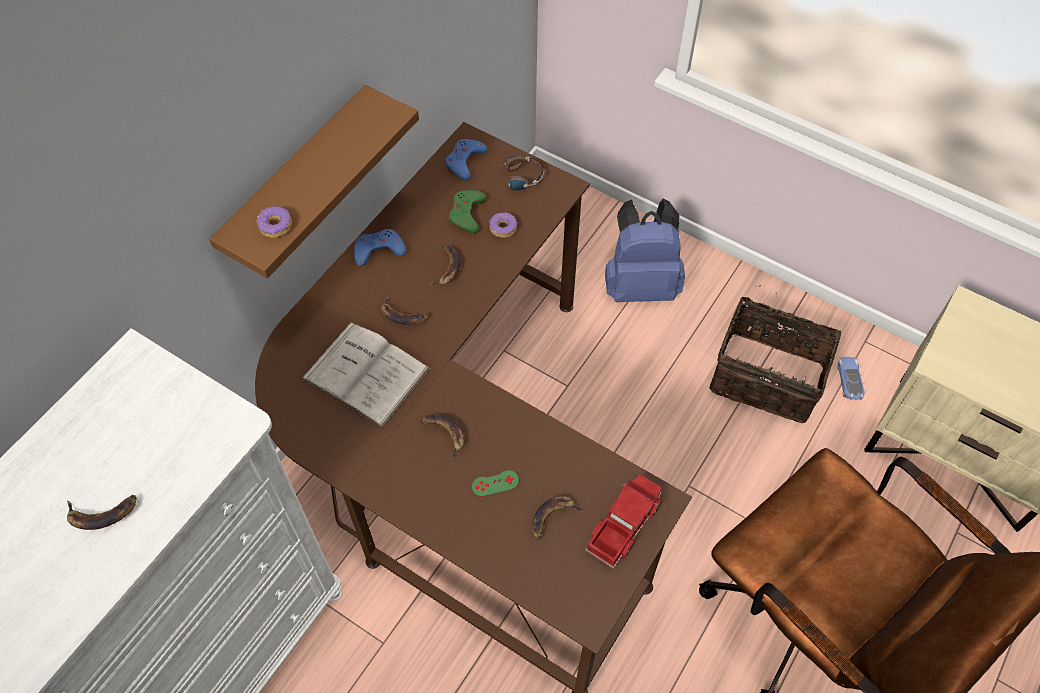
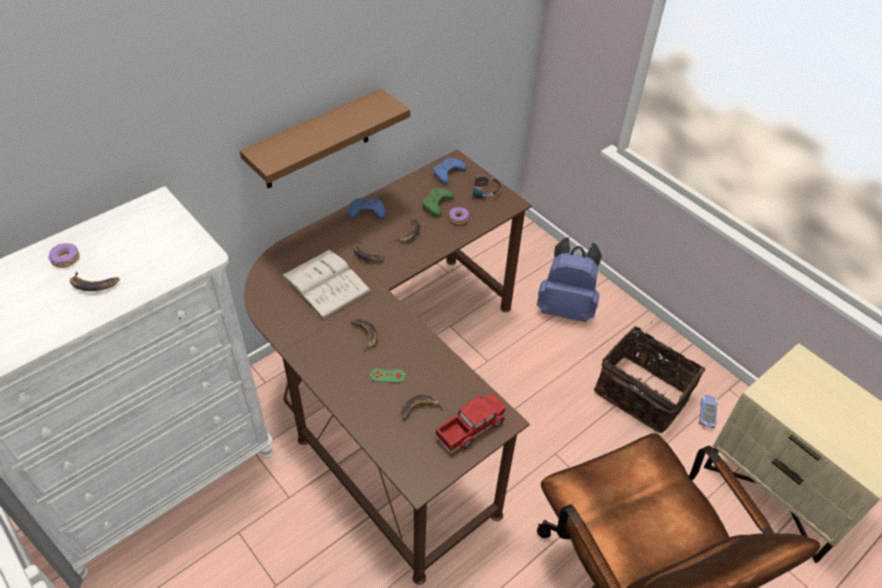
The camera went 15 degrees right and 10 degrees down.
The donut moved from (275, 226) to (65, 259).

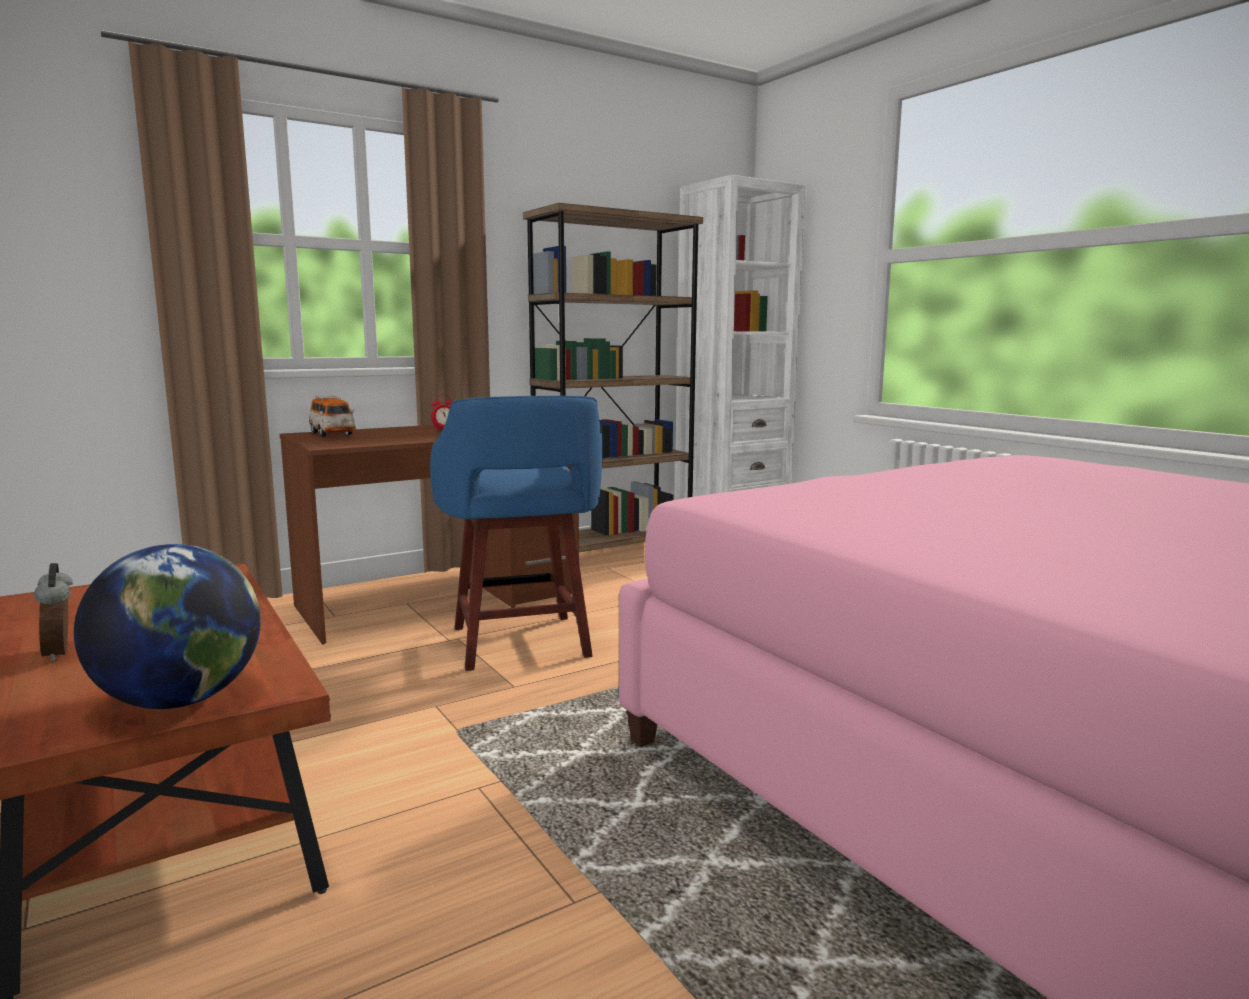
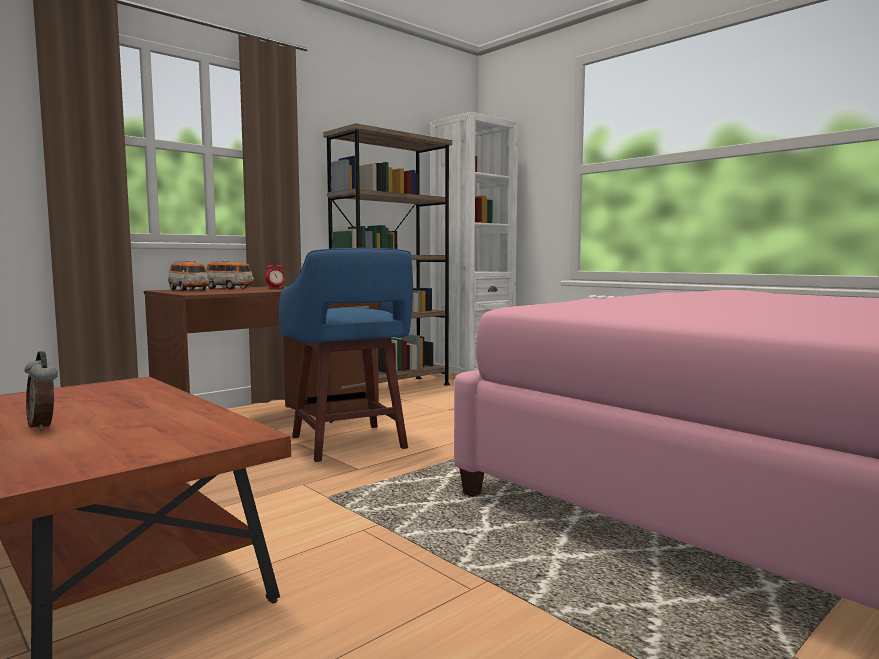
The camera went 10 degrees left and 5 degrees down.
The globe at (180, 700) disappeared.
The toy_car at (229, 288) appeared.

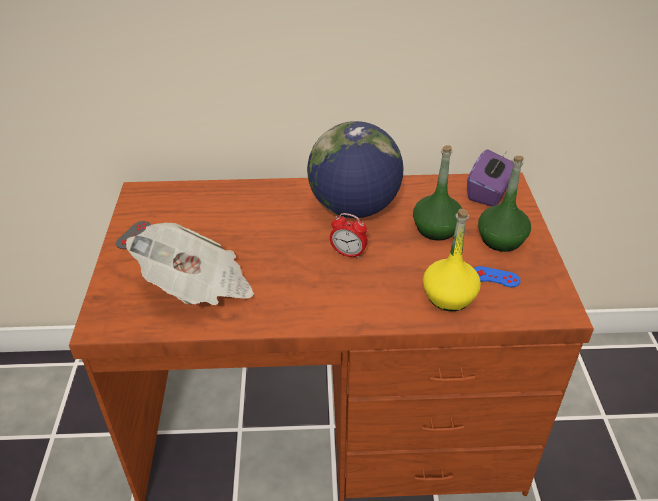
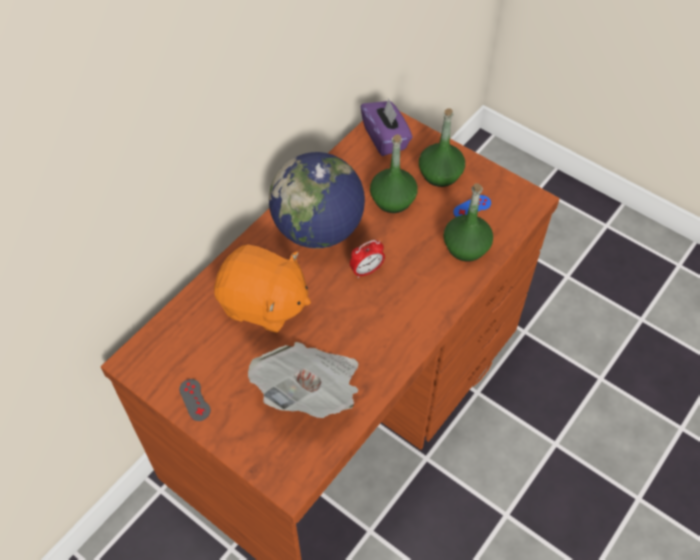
The camera went 50 degrees left and 15 degrees up.
The orange_plush_toy at (263, 304) appeared.
The yellow_bottle at (449, 297) became the green_bottle at (466, 247).

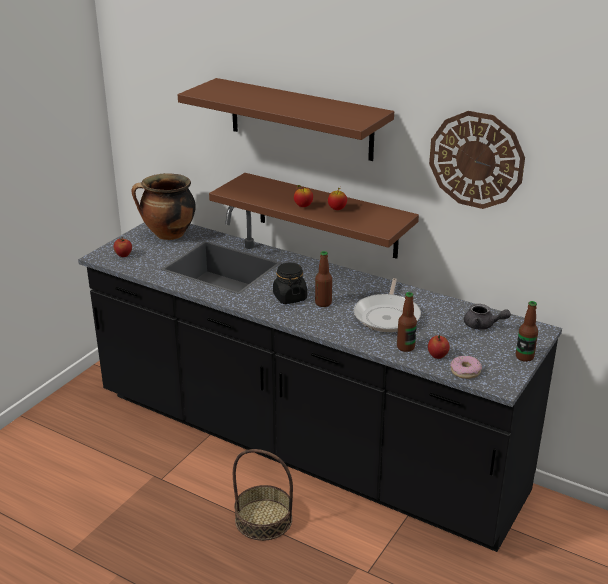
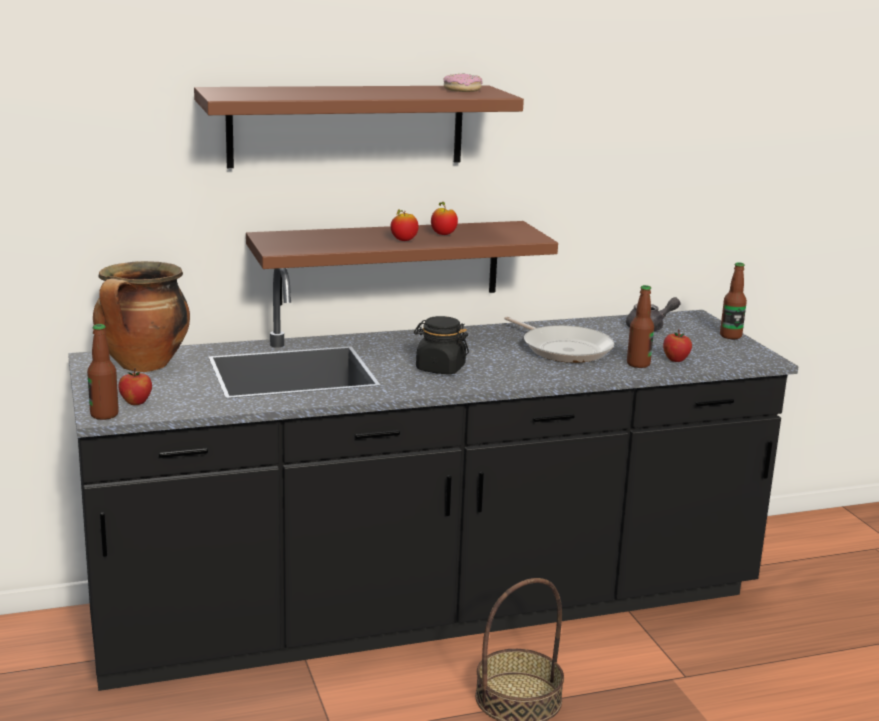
The camera went 50 degrees left and 10 degrees down.
The wall_clock at (476, 160) disappeared.
The bottle moved from (323, 303) to (104, 415).
The donut moved from (465, 371) to (462, 90).

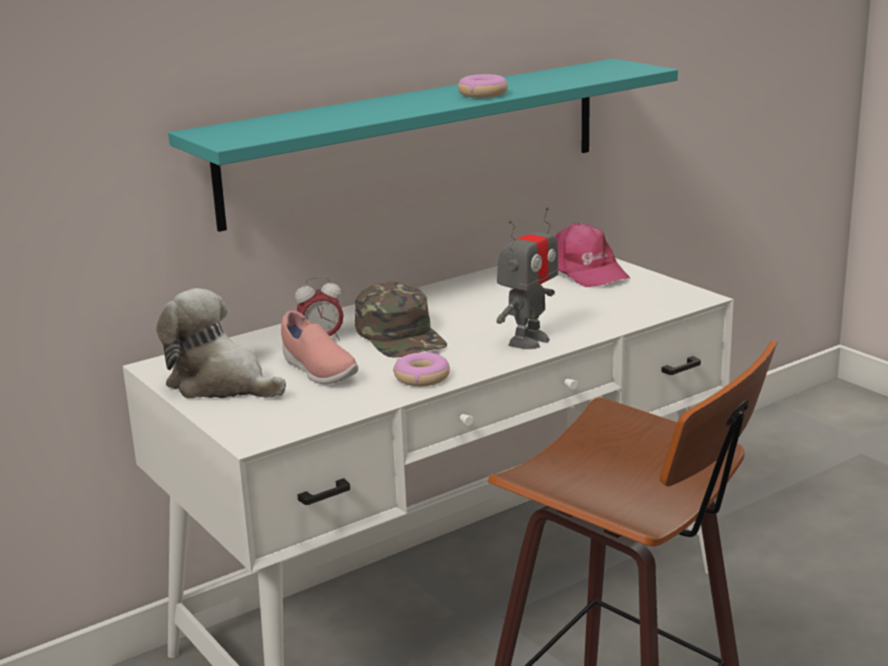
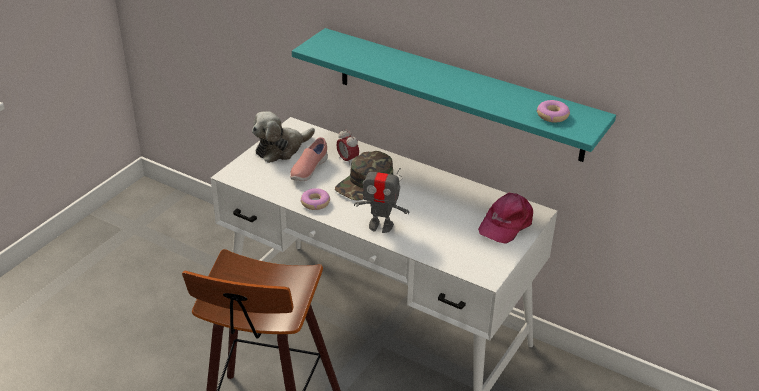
The camera went 65 degrees right and 15 degrees up.
The donut moved from (482, 94) to (552, 115).
The plush_toy at (221, 384) turned 135 degrees counterclockwise.

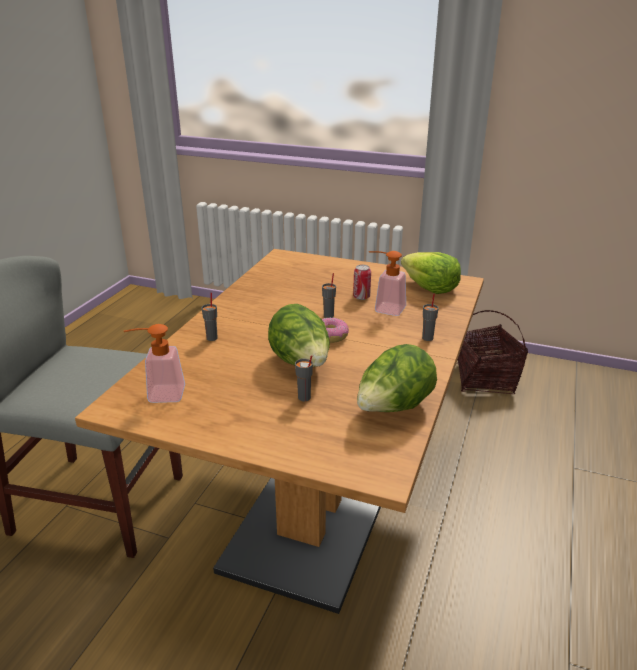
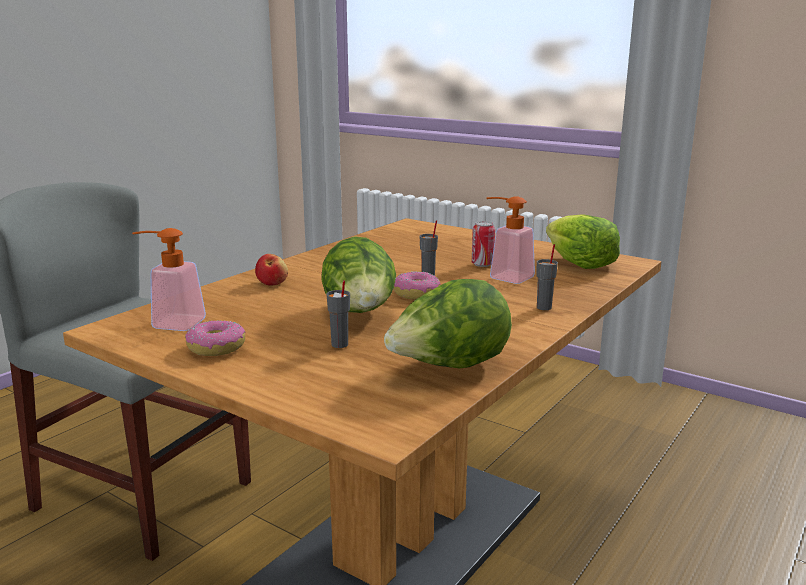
The camera went 15 degrees right and 10 degrees down.
The basket at (484, 379) disappeared.
The donut at (217, 348) appeared.
The grey_cup at (212, 338) was replaced by the apple at (272, 283).

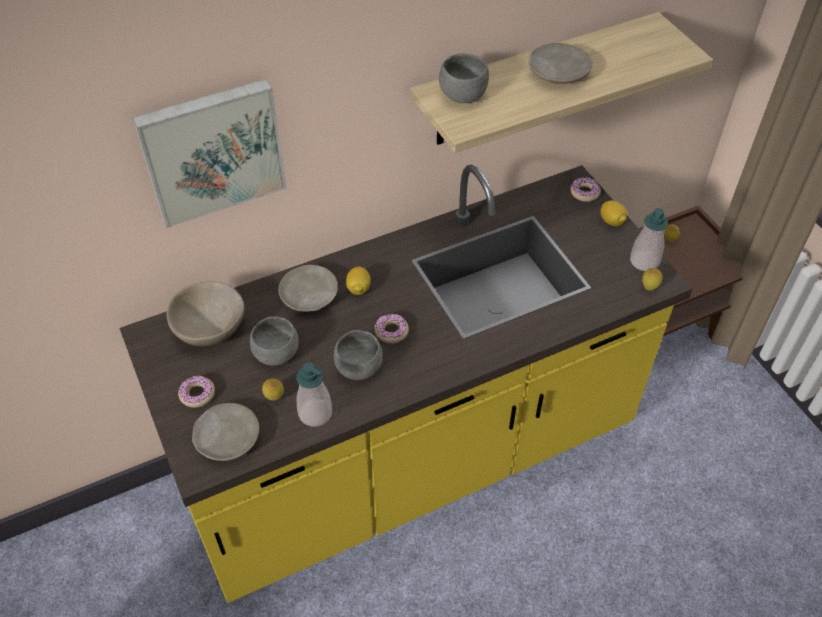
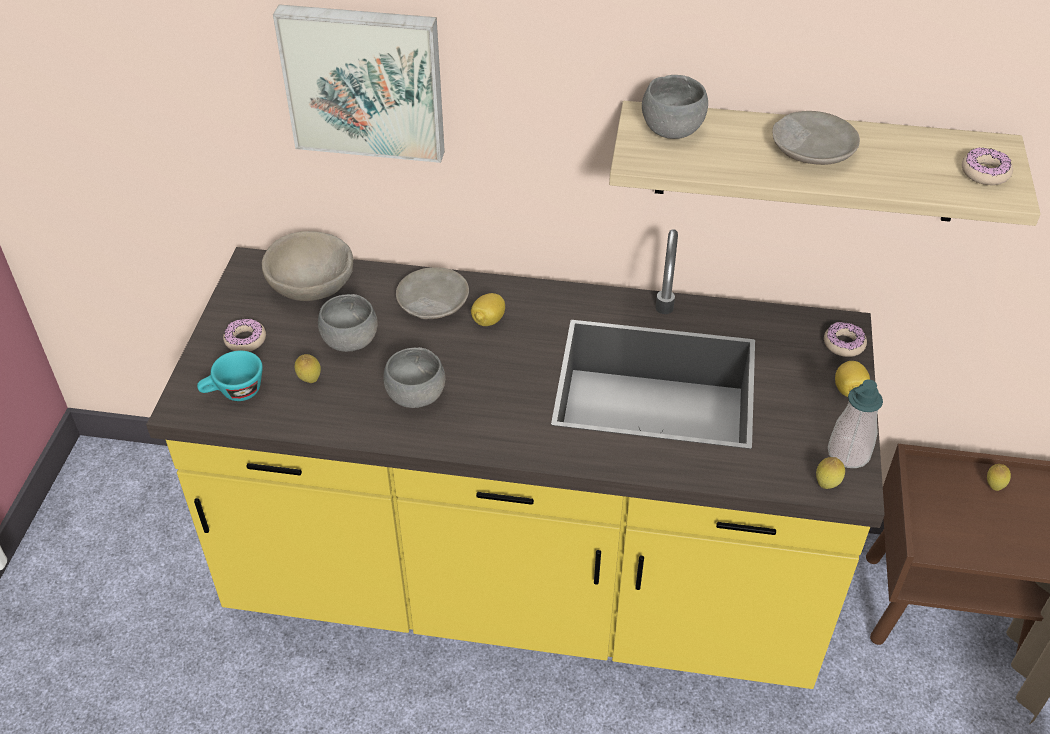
The camera went 35 degrees right and 5 degrees down.
The soap_dispenser at (315, 413) disappeared.
The donut moved from (391, 332) to (985, 173).
The beige_plate at (227, 437) was replaced by the turquoise_cup at (234, 393).

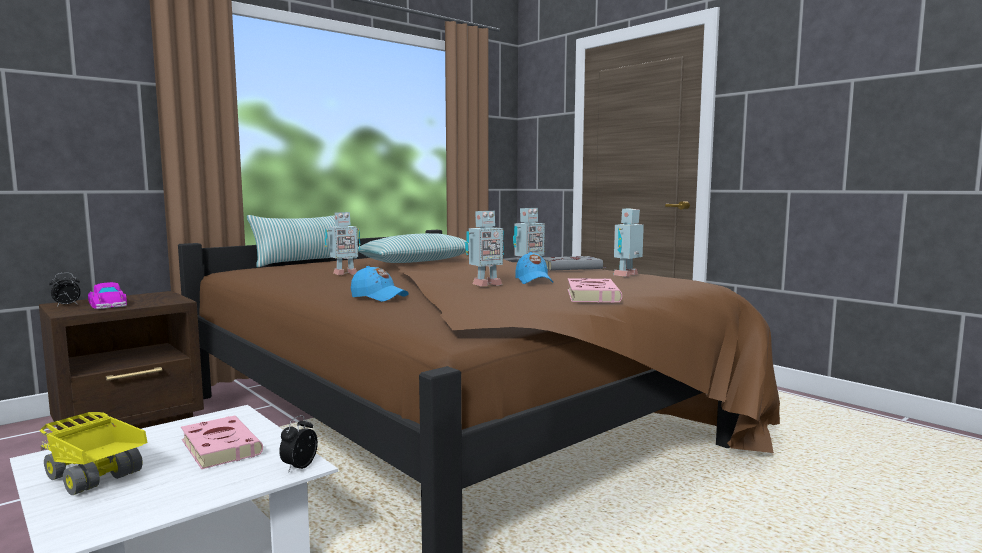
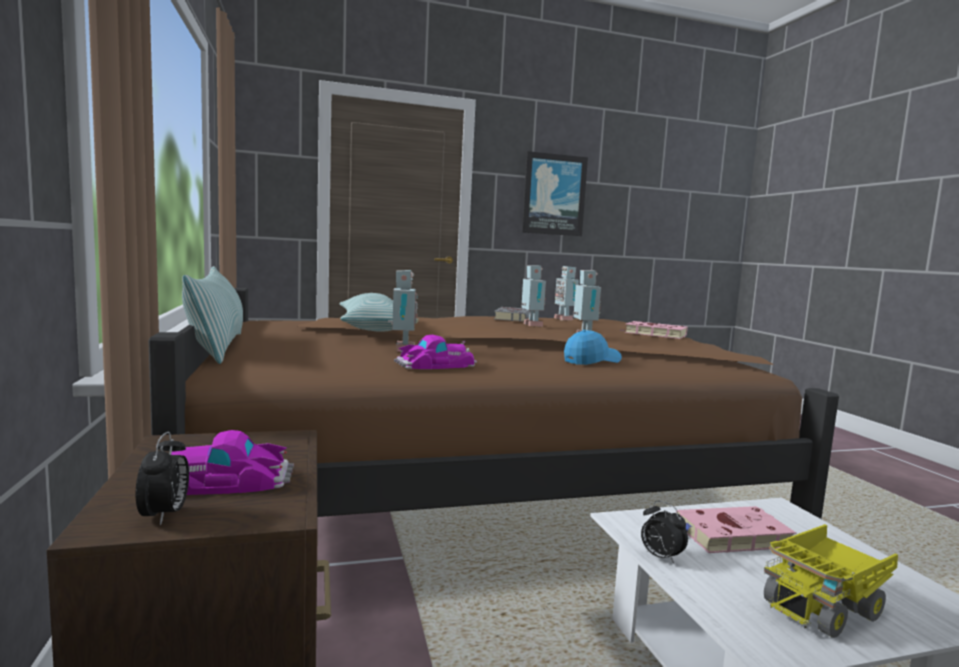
The camera went 65 degrees left and 0 degrees up.
The blue_cap at (533, 281) disappeared.
The toy_car at (435, 364) appeared.
The picture at (554, 195) appeared.
The alarm_clock moved from (299, 467) to (660, 557).

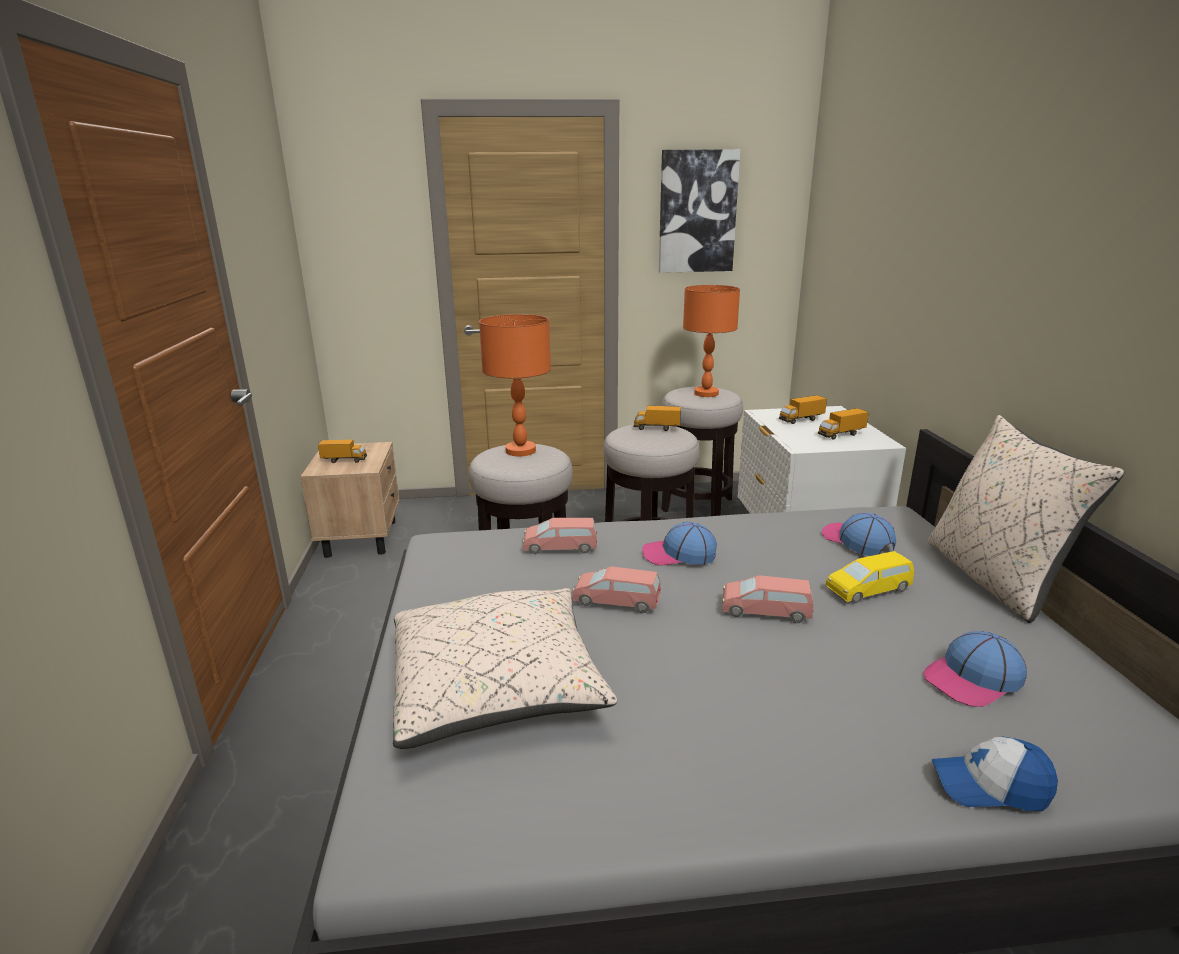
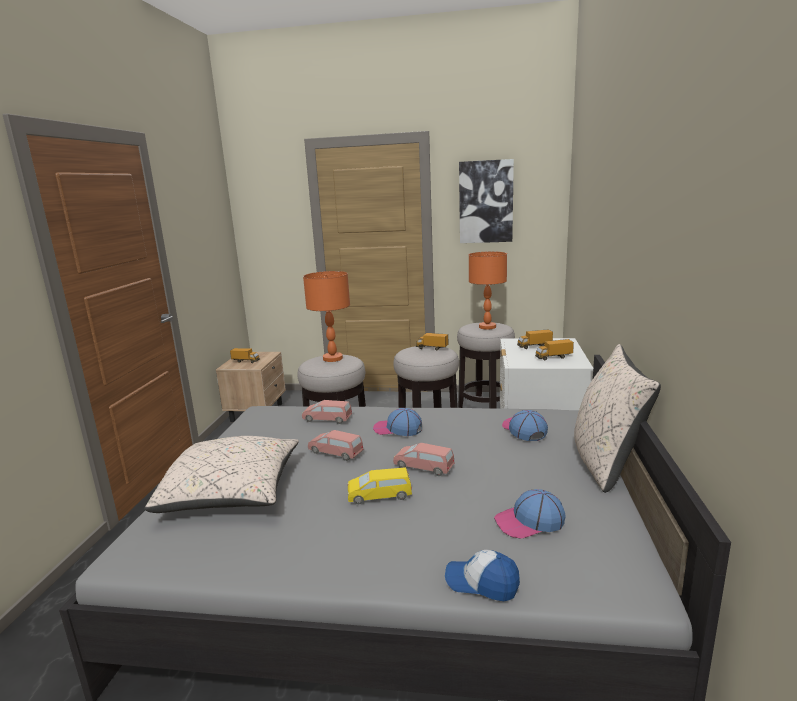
The camera went 15 degrees right and 5 degrees down.
The yellow_toy_car moved from (868, 590) to (379, 495).

